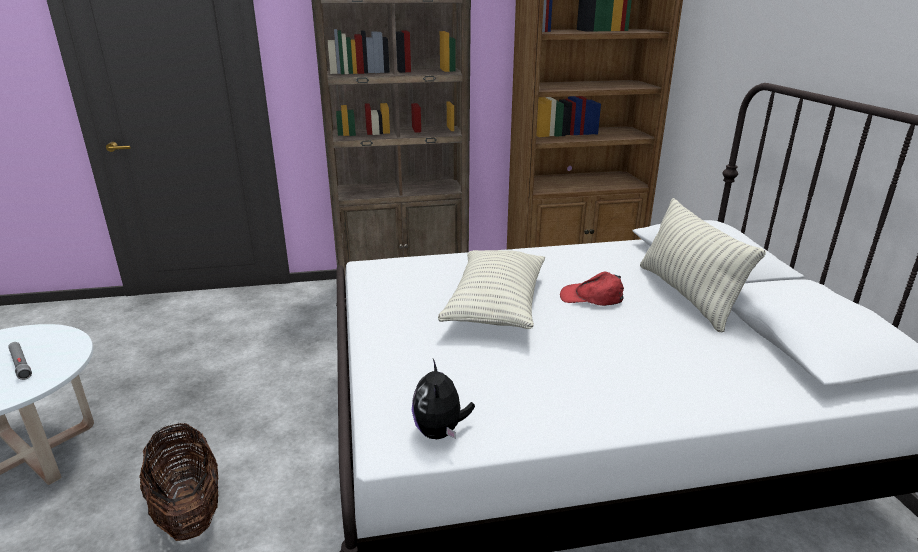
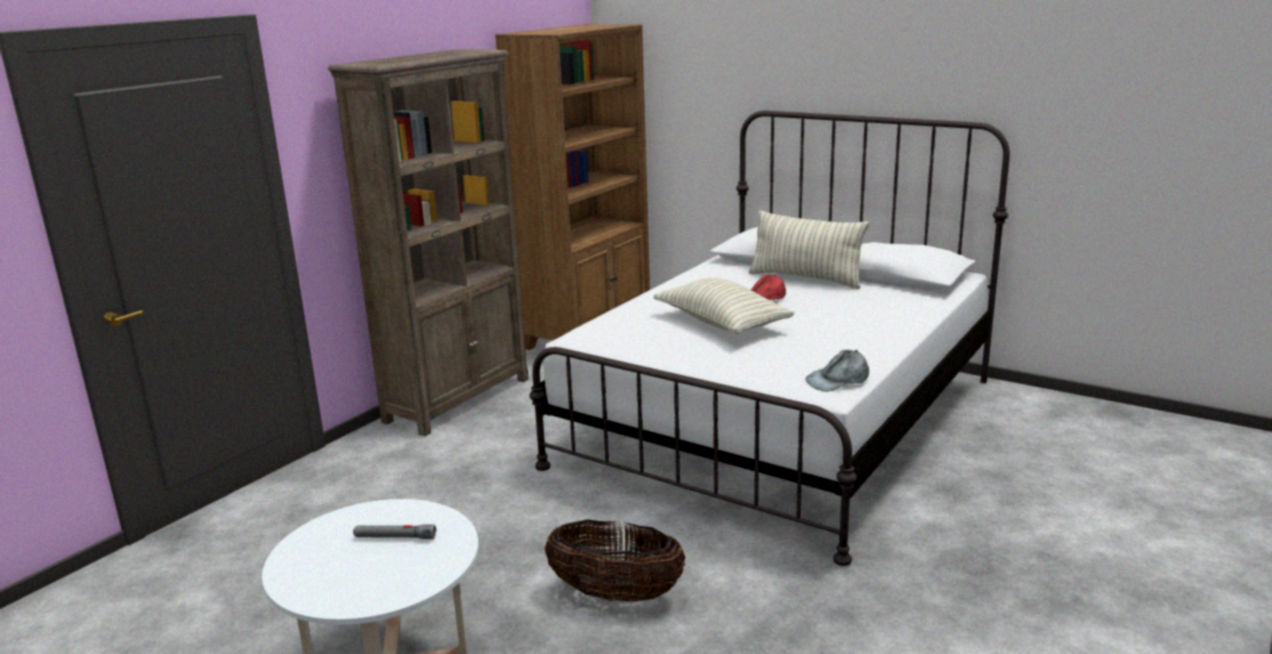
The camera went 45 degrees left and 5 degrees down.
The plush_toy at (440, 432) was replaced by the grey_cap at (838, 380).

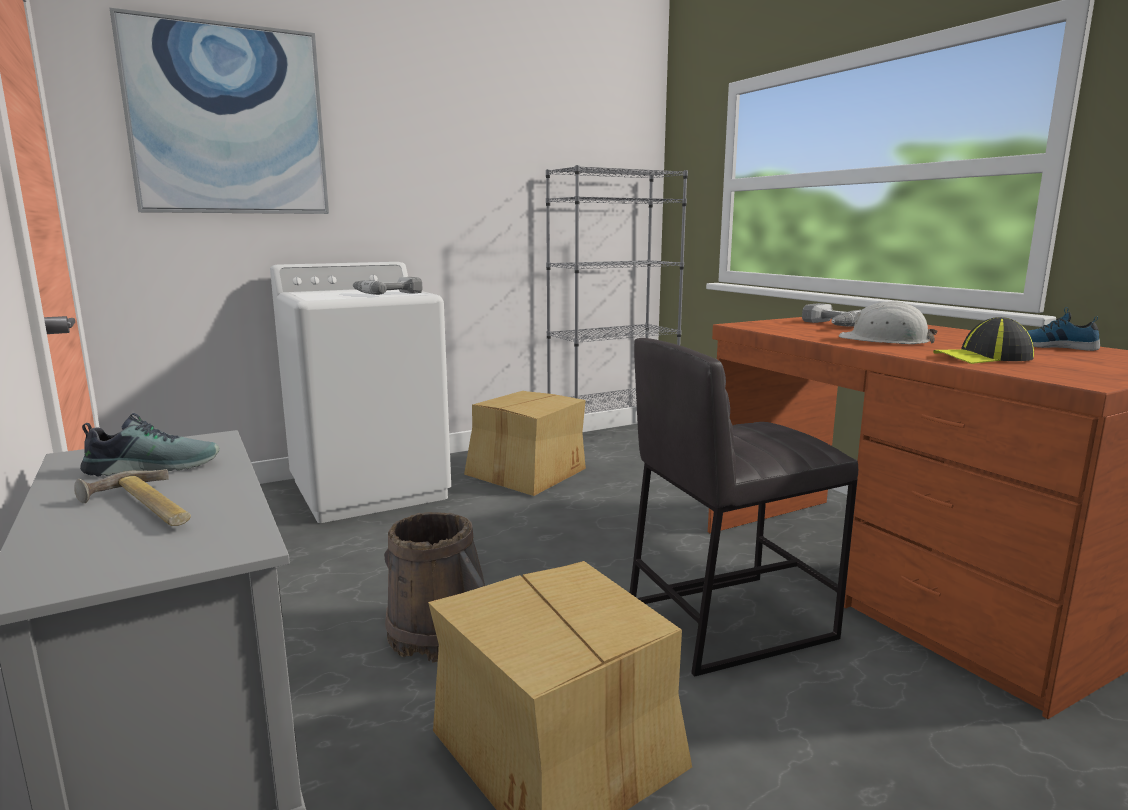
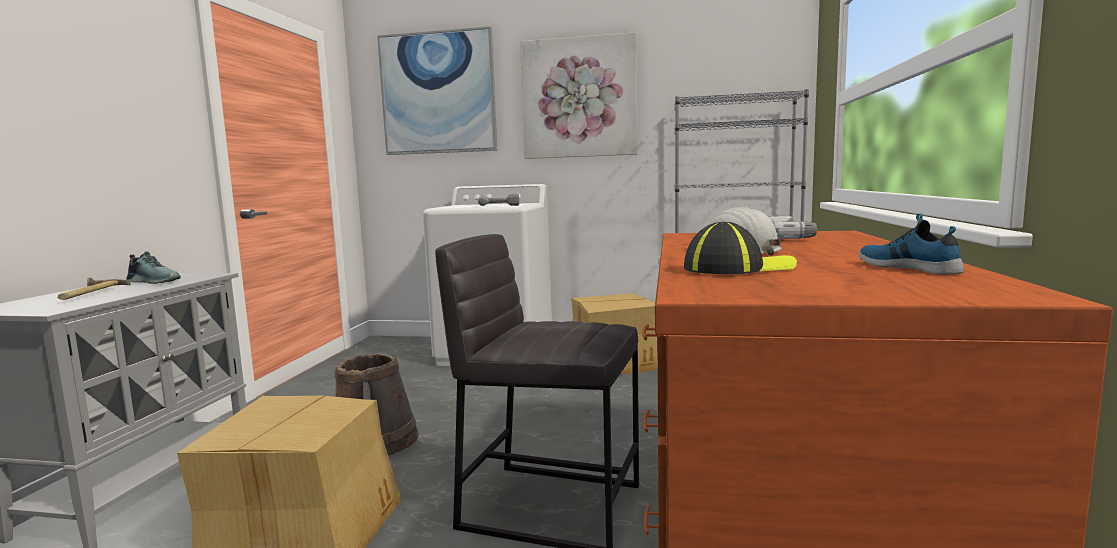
The camera went 40 degrees right and 5 degrees down.
The picture at (579, 98) appeared.
The cap at (983, 357) turned 135 degrees clockwise.

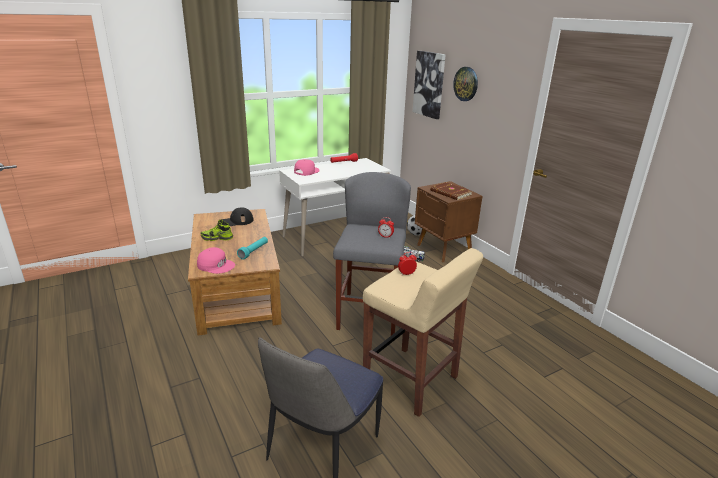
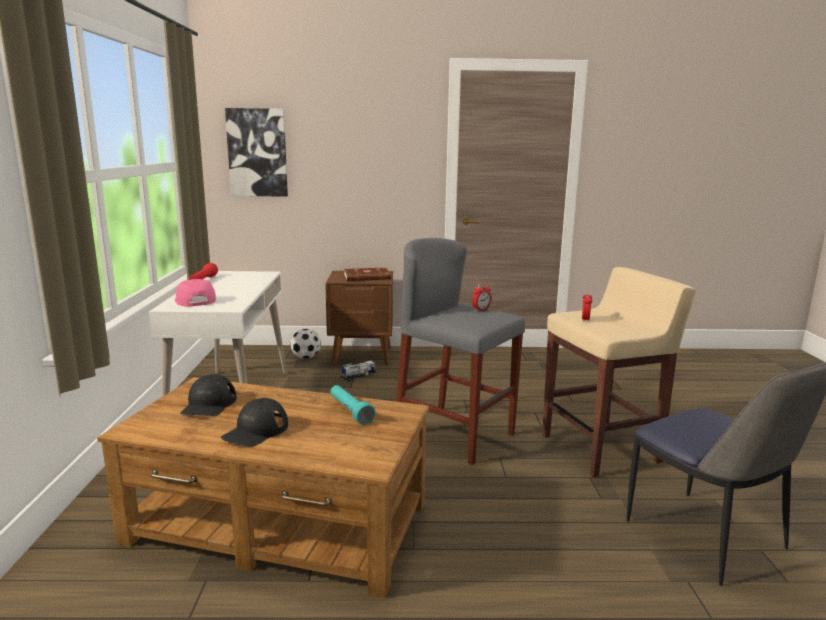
The camera went 60 degrees left and 10 degrees down.
The pink_cap at (216, 265) disappeared.
The wall_clock at (466, 84) disappeared.
The shoe at (217, 238) was replaced by the black_cap at (255, 431).

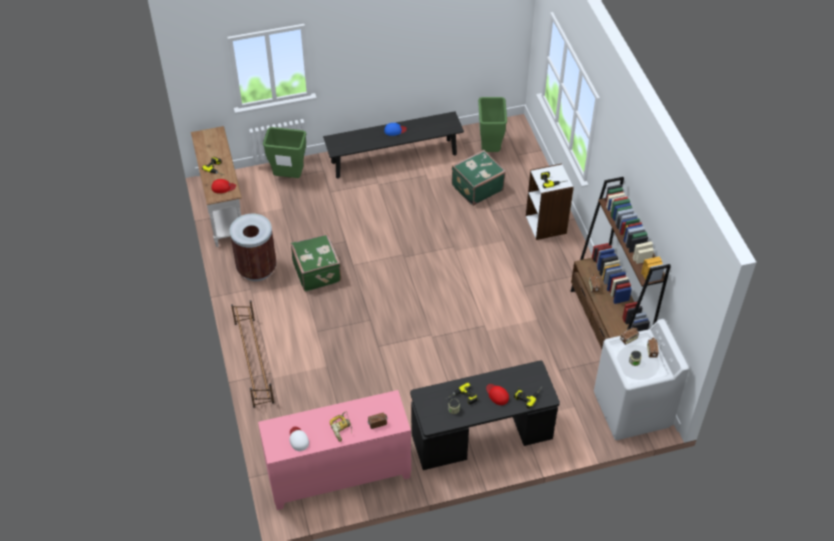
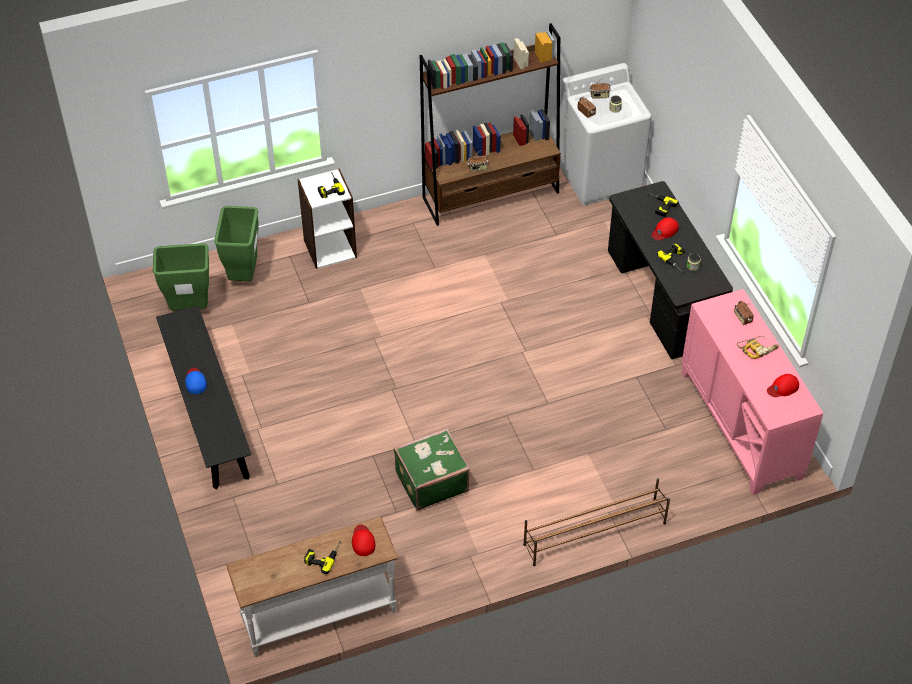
The camera went 95 degrees left and 0 degrees up.
The brown_trash_can at (256, 268) disappeared.
The green_suitcase at (476, 187) disappeared.
The green_trash_can moved from (288, 176) to (243, 276).
The white_cap at (298, 439) became the red_cap at (783, 387).

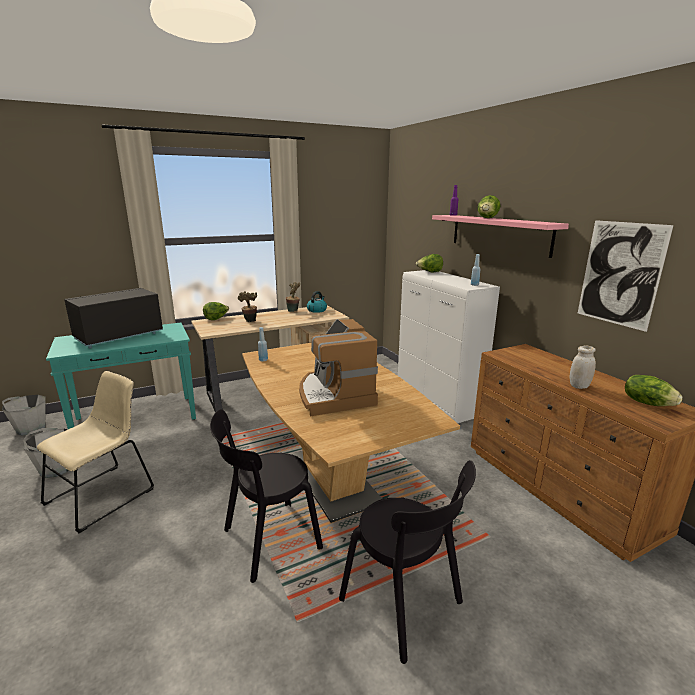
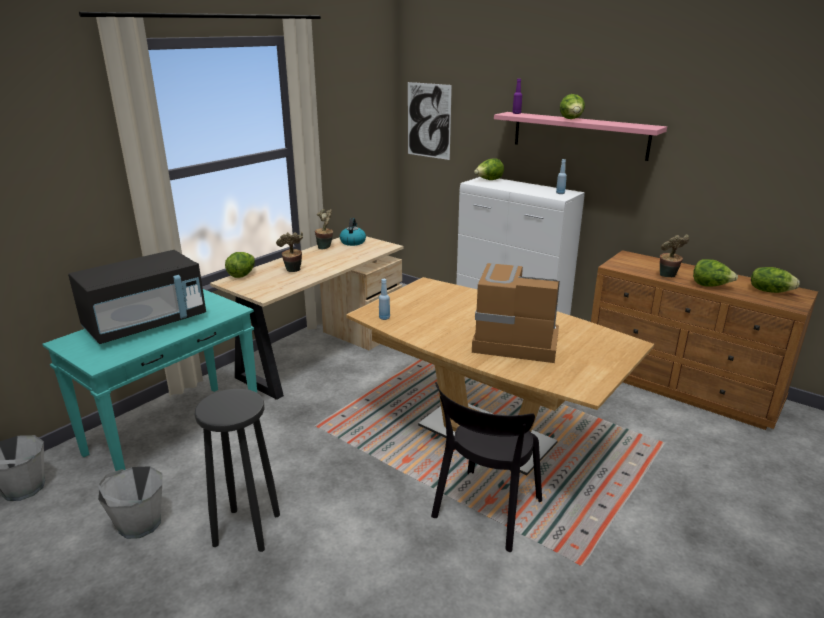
The camera went 25 degrees left and 5 degrees up.
The black_chair at (404, 604) disappeared.
The potted_plant at (668, 276) appeared.
The picture moved from (620, 274) to (428, 121).
The beige_chair at (104, 494) was replaced by the black_stool at (248, 529).
The white_jar at (579, 386) was replaced by the lettuce at (710, 286).
The black_microwave at (119, 336) turned 150 degrees counterclockwise.
The coffee_machine at (334, 395) turned 150 degrees clockwise.

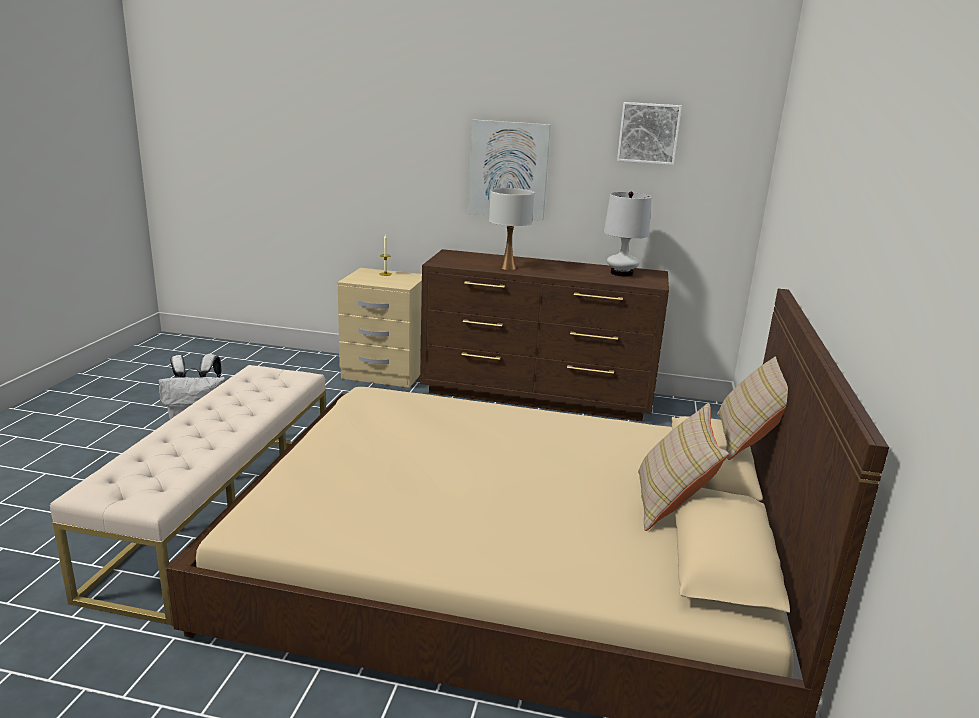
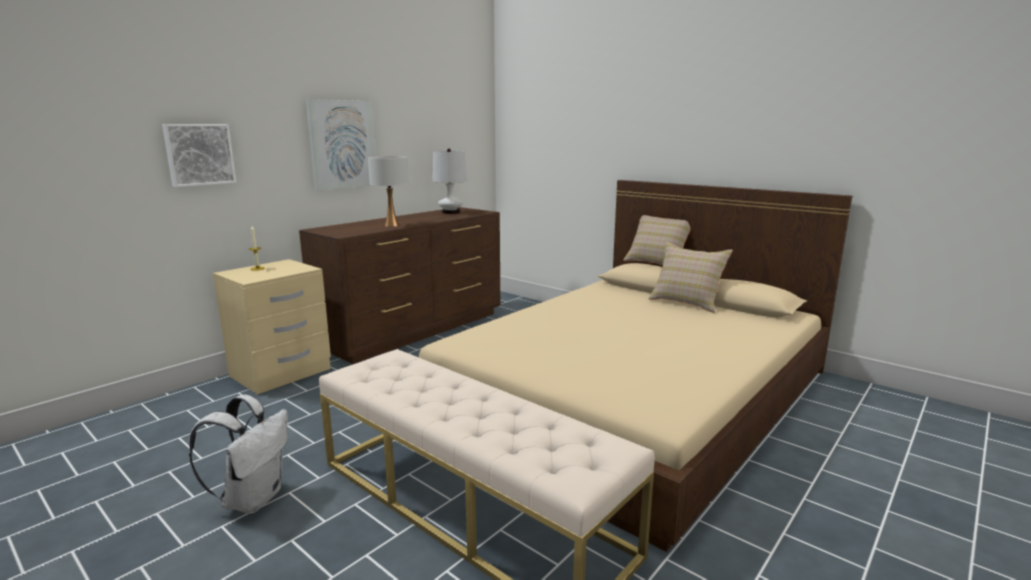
The camera went 60 degrees left and 5 degrees down.
The picture moved from (648, 133) to (199, 154).

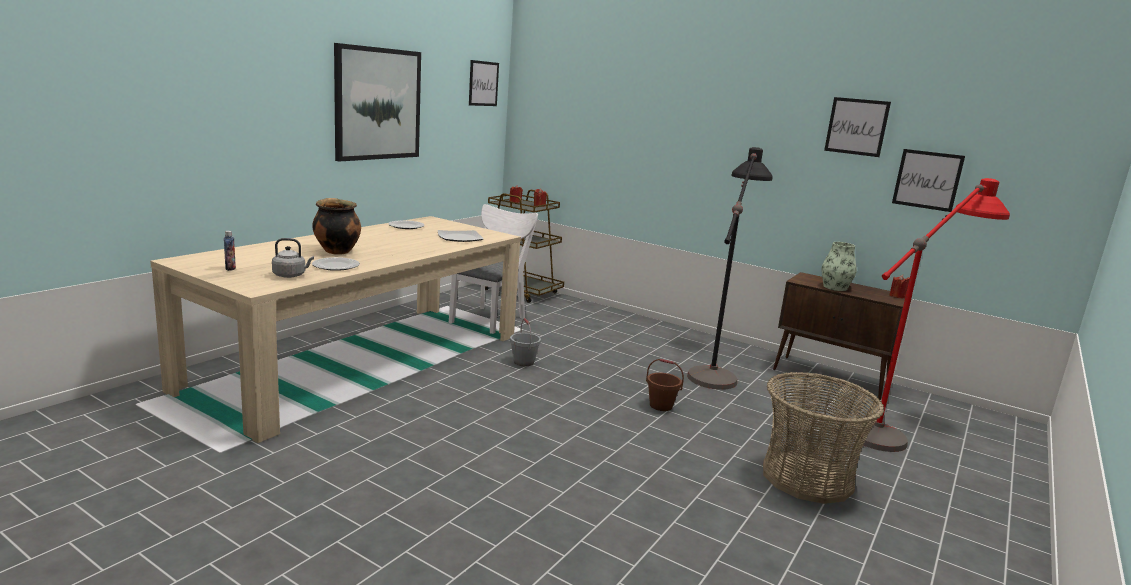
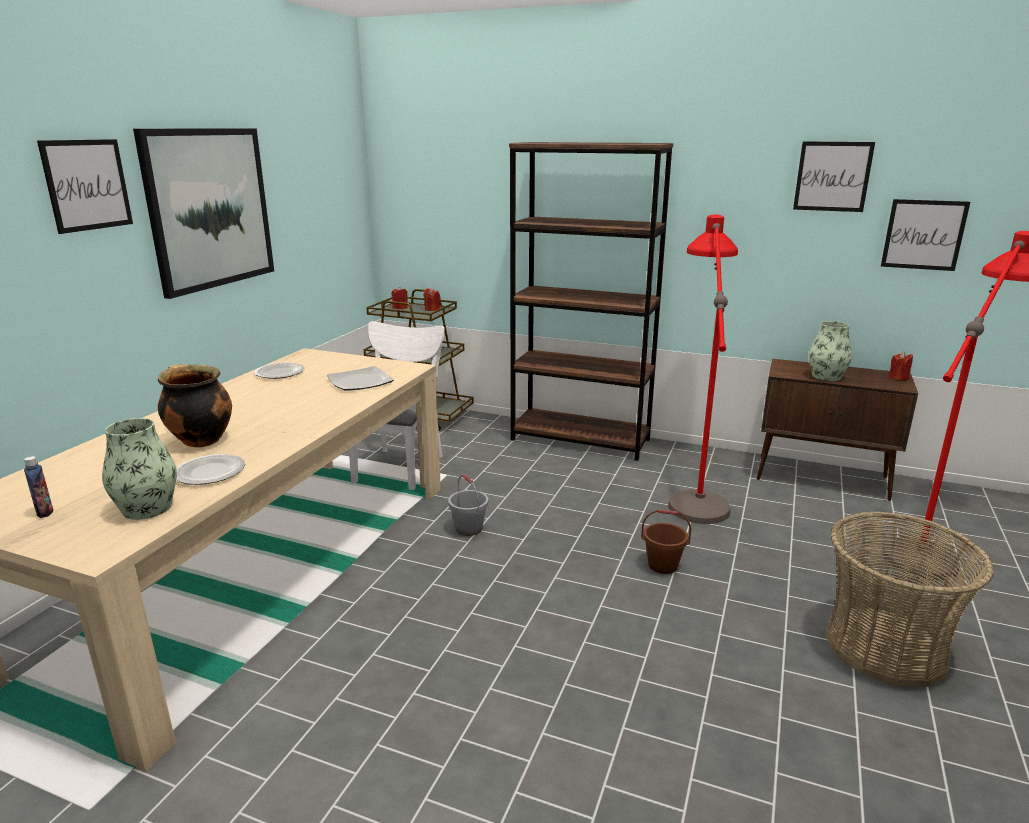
The camera went 10 degrees left and 5 degrees up.
The brown_bookcase at (580, 439) appeared.
The picture moved from (483, 83) to (87, 185).
The grey_kettle at (291, 275) was replaced by the vase at (147, 508).
The black_floor_lamp at (717, 367) became the red_floor_lamp at (695, 488).

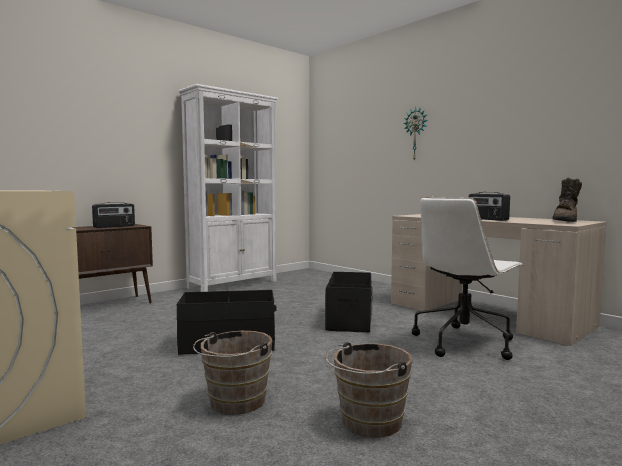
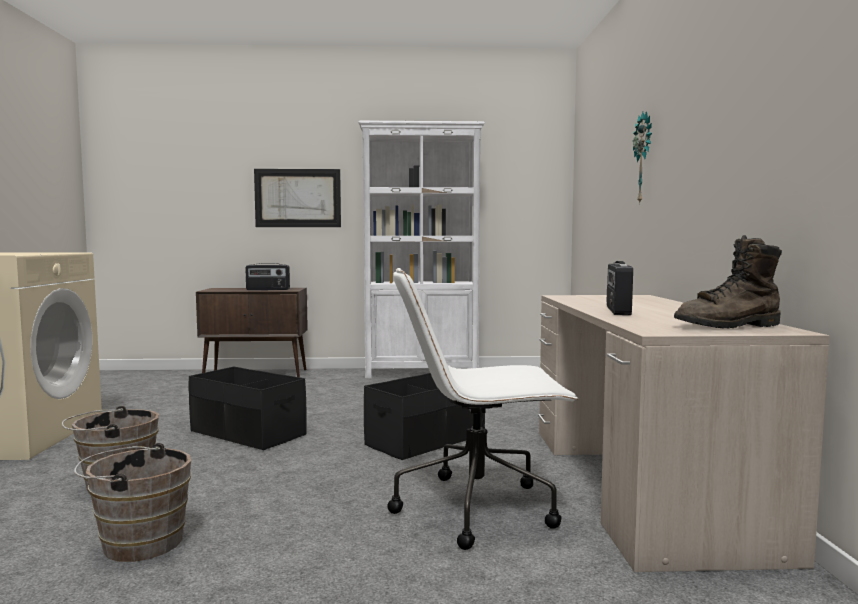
The camera went 40 degrees right and 0 degrees up.
The picture at (298, 198) appeared.

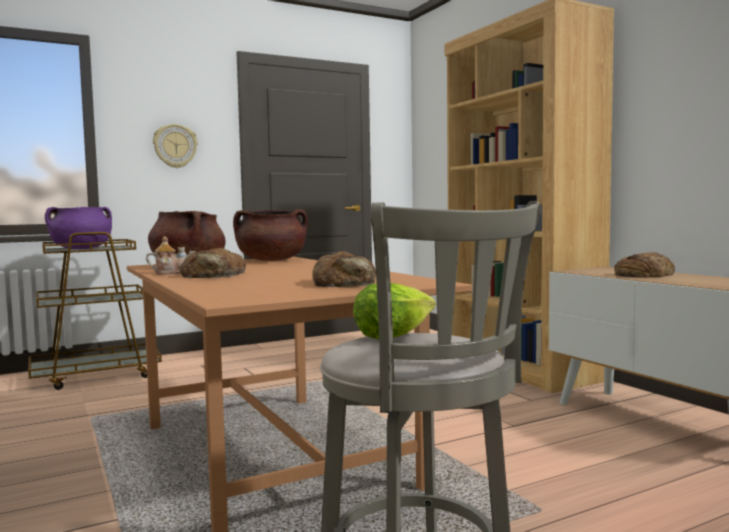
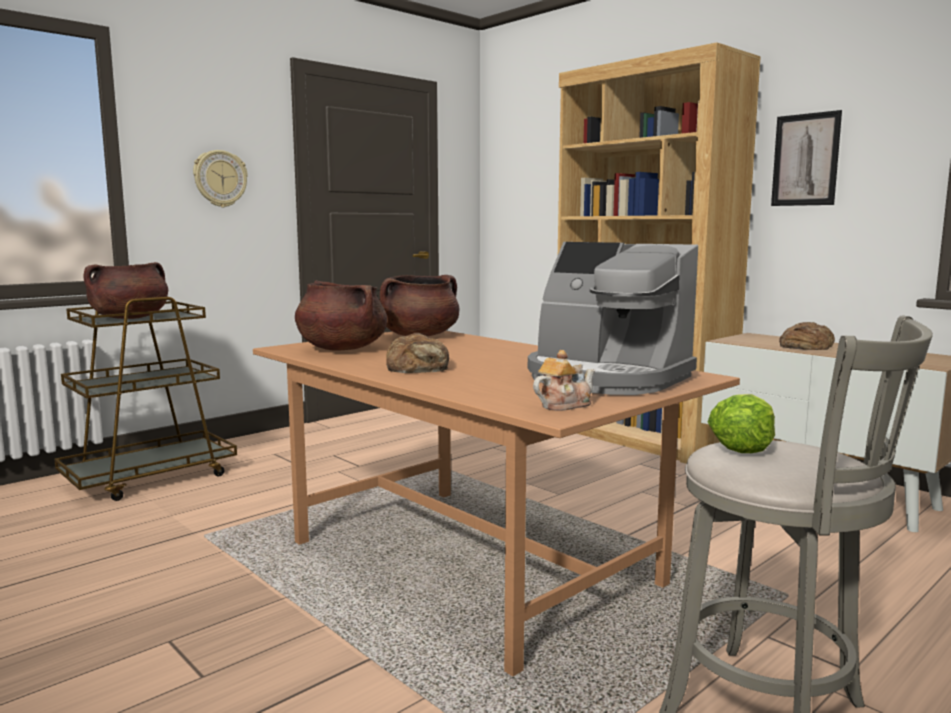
The camera went 15 degrees left and 5 degrees up.
The picture at (805, 160) appeared.
The teapot moved from (172, 273) to (563, 405).
The bread at (345, 282) was replaced by the coffee_machine at (606, 378).
The purple_cooking_pot at (81, 249) became the brown_cooking_pot at (130, 318).

